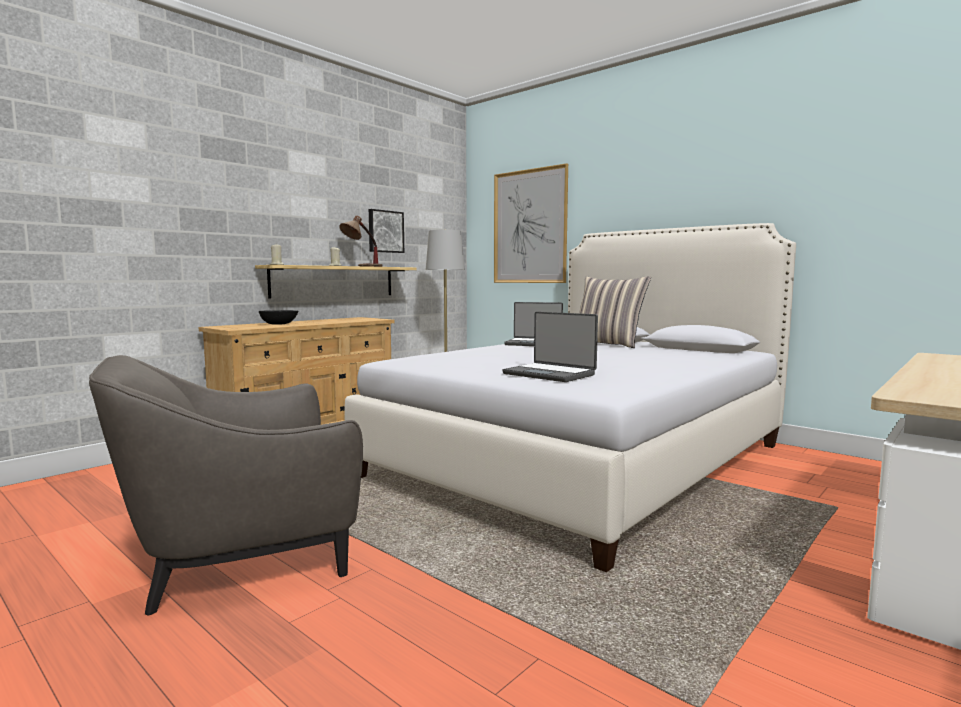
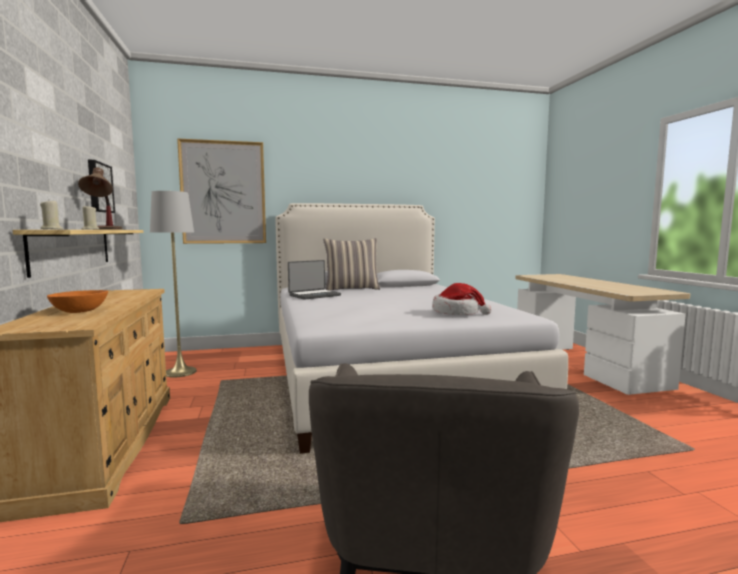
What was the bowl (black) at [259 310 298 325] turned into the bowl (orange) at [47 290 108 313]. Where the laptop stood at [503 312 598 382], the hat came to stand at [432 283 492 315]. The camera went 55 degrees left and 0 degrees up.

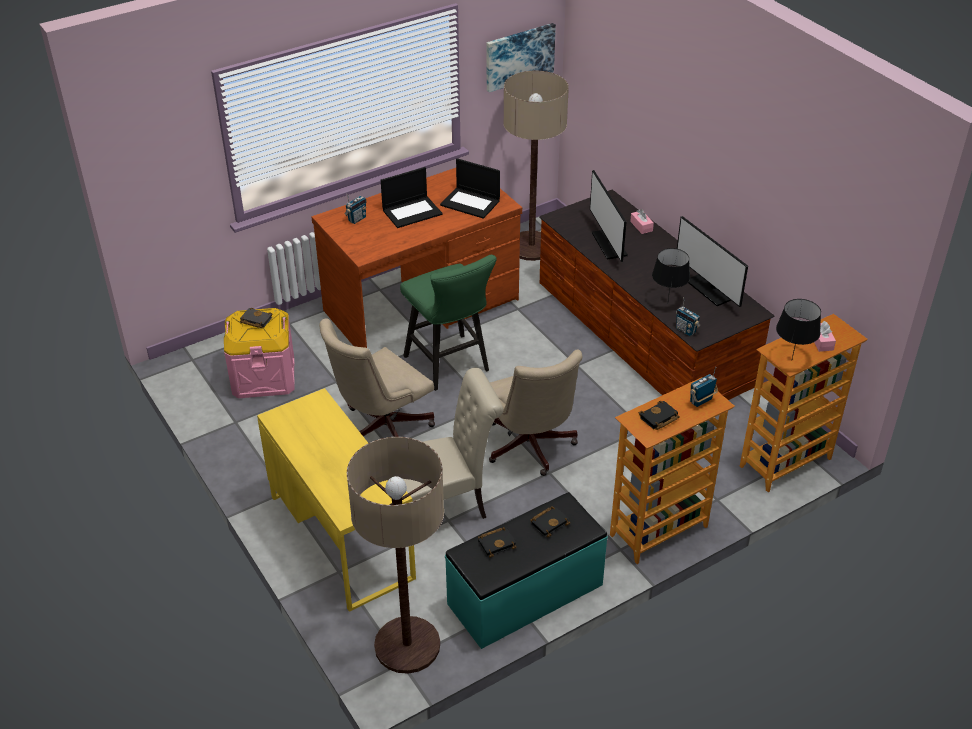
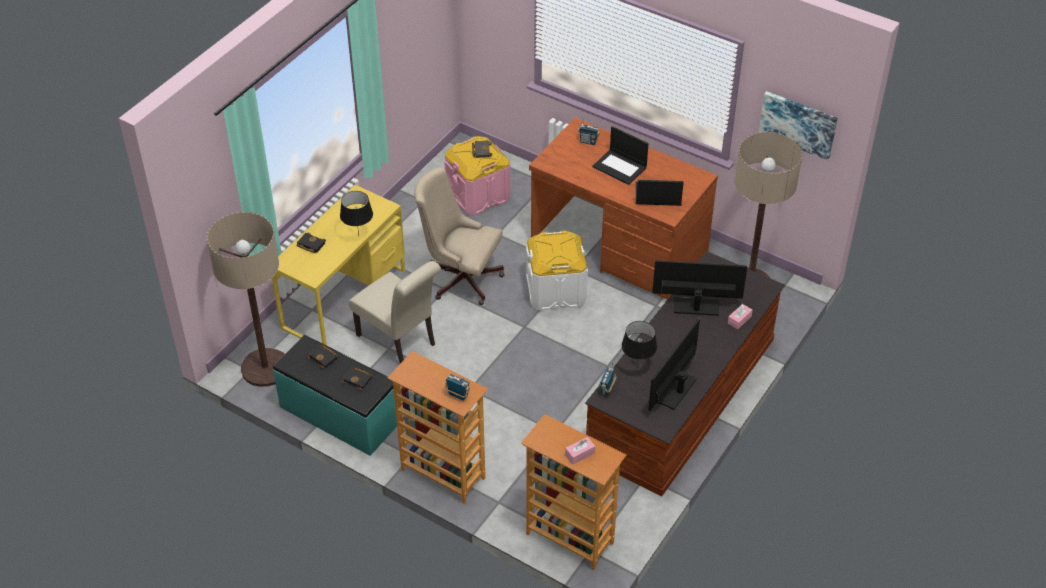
The laptop at [440 158 500 219] ended up facing another way, 90 degrees clockwise from before. The monitor at [590 170 628 262] ended up facing another way, 45 degrees clockwise from before. Where the stool (green) stood at [400 255 497 391], the storage box (white) came to stand at [526 230 588 310]. The table lamp (black) ended up elsewhere, having gone from [776 299 821 359] to [340 191 373 235]. The second view lost the office chair (beige) at [489 350 582 476]. The book (black) ended up elsewhere, having gone from [639 401 680 430] to [296 233 326 253]. The camera went 65 degrees right and 5 degrees up.

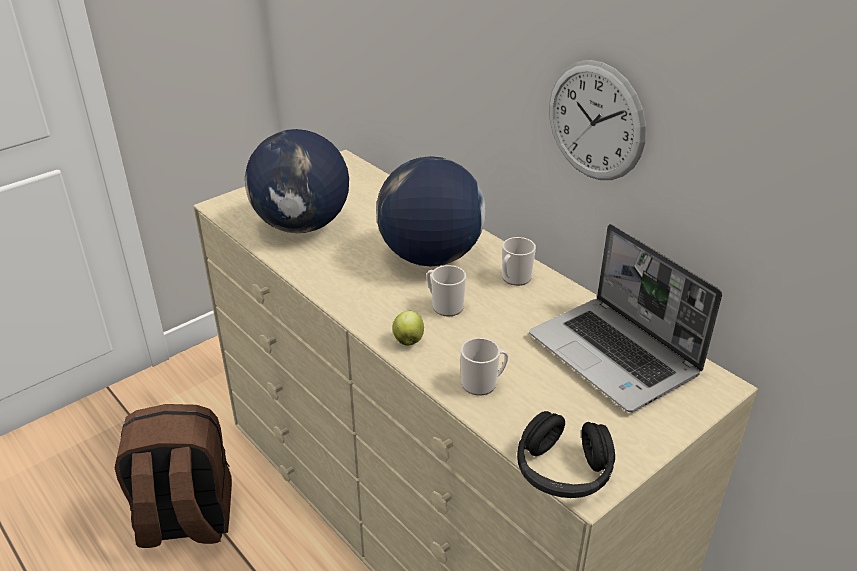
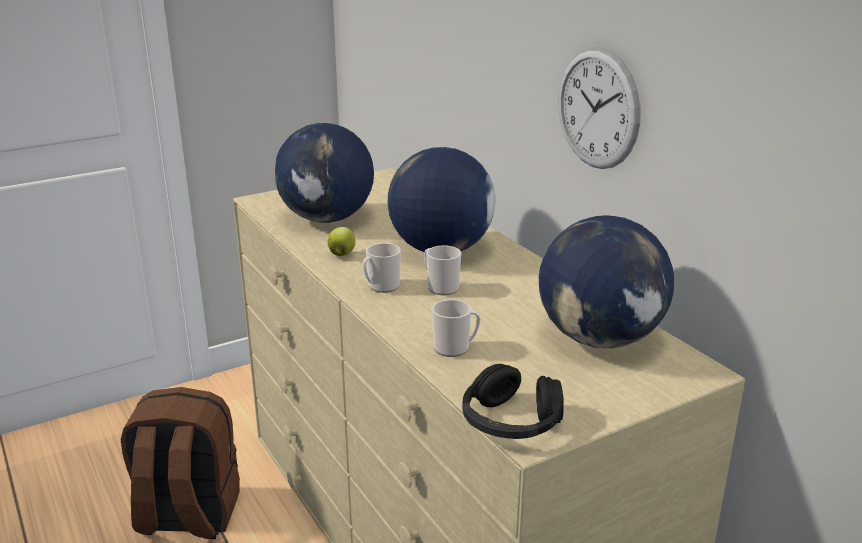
Where the laptop stood at [529 224 722 412], the globe came to stand at [539 215 674 348]. The mug ended up elsewhere, having gone from [502 237 536 286] to [363 243 401 293]. The apple ended up elsewhere, having gone from [392 311 424 346] to [328 227 356 256]. The camera went 10 degrees right and 10 degrees down.

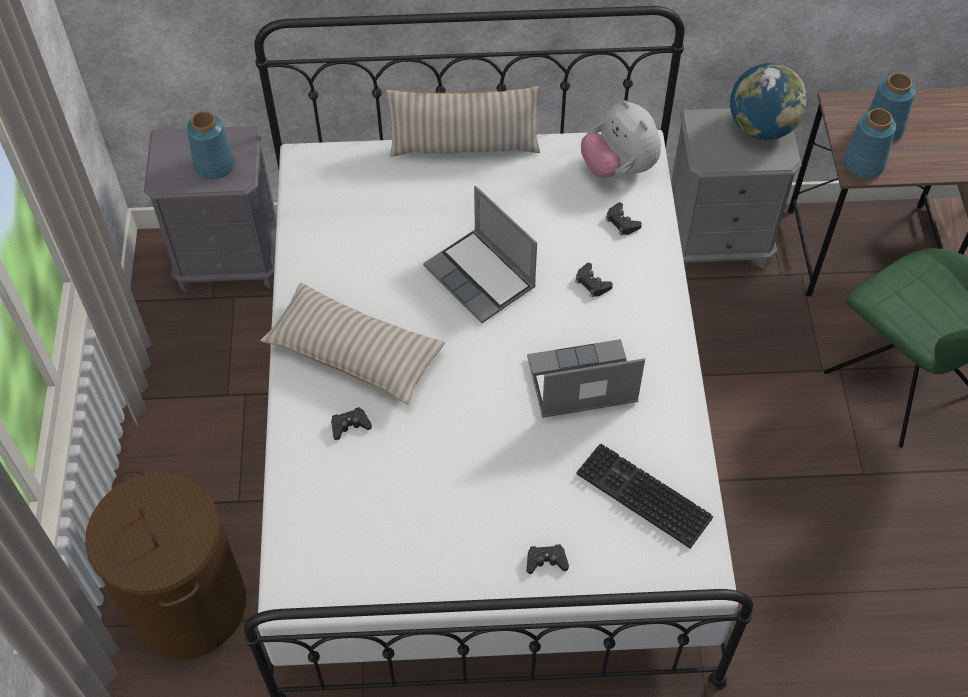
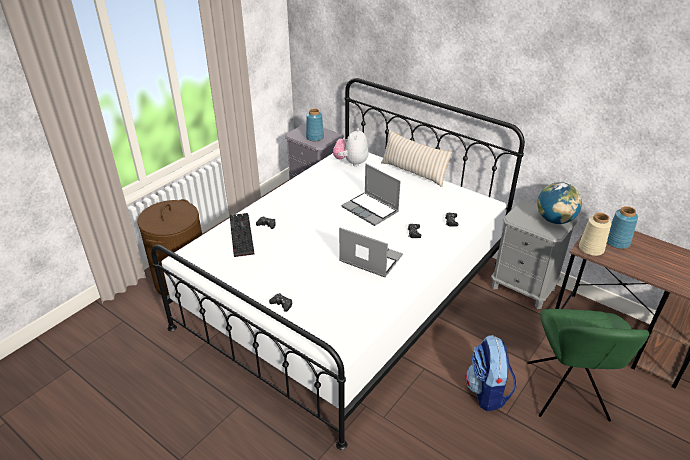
The plush toy ended up elsewhere, having gone from [581 100 661 178] to [333 128 369 167]. What was the vase (blue) at [843 108 896 178] turned into the vase (beige) at [579 213 611 256]. The laptop at [423 186 537 323] ended up facing another way, 45 degrees counterclockwise from before. The second view lost the pillow (beige) at [260 283 445 404]. The keyboard ended up elsewhere, having gone from [576 444 713 549] to [230 213 254 257]. The second view gained the backpack at [466 335 517 411]. The camera went 40 degrees right and 20 degrees down.

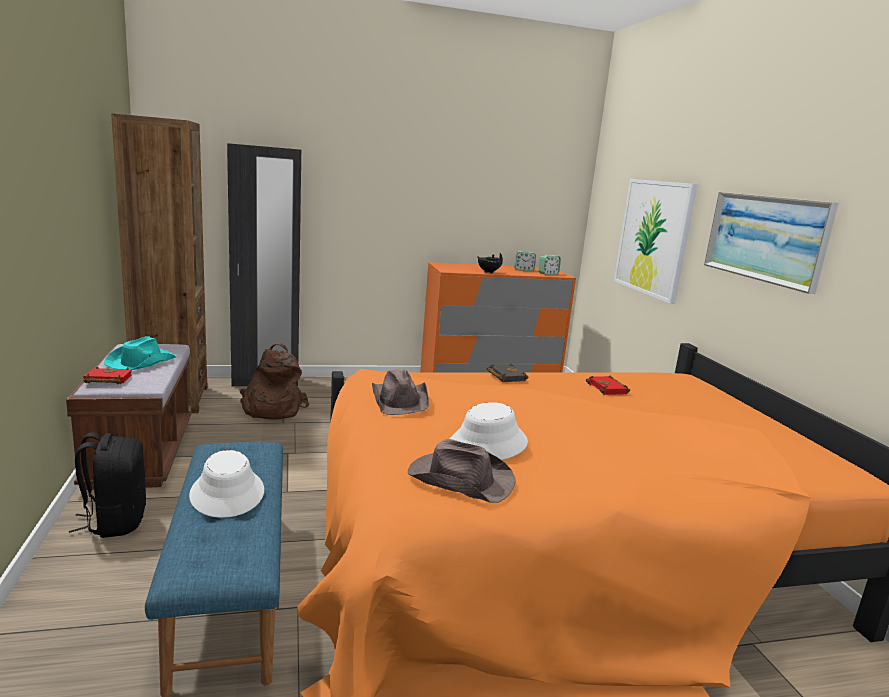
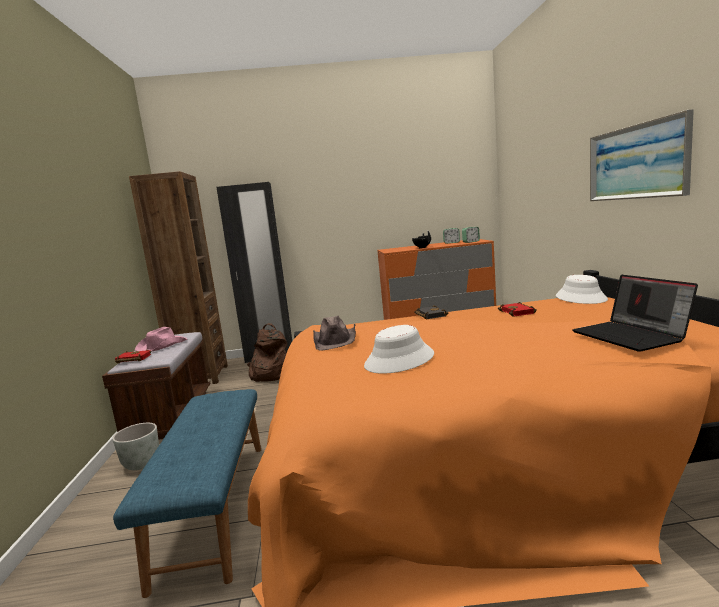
The second view lost the picture at [614 179 698 304]. What was the hat (turquoise) at [104 336 176 370] turned into the hat (pink) at [135 327 187 352]. Where the backpack (black) stood at [69 432 146 538], the planter (grey) came to stand at [112 423 159 470]. The second view lost the hat (brown) at [408 439 516 503]. The hat (white) ended up elsewhere, having gone from [189 450 264 518] to [556 275 608 304]. The second view gained the laptop at [573 275 698 352]. The camera went 10 degrees right and 5 degrees down.

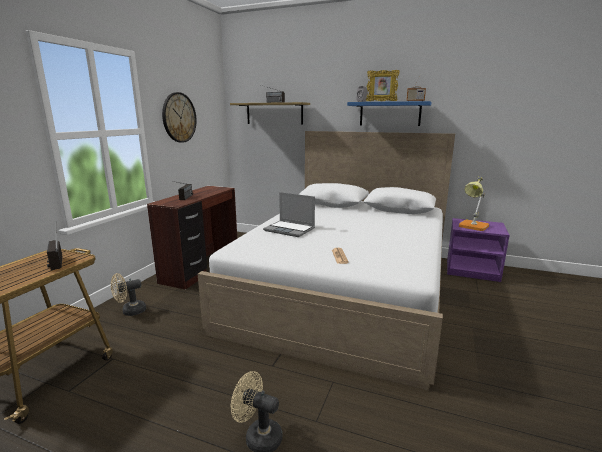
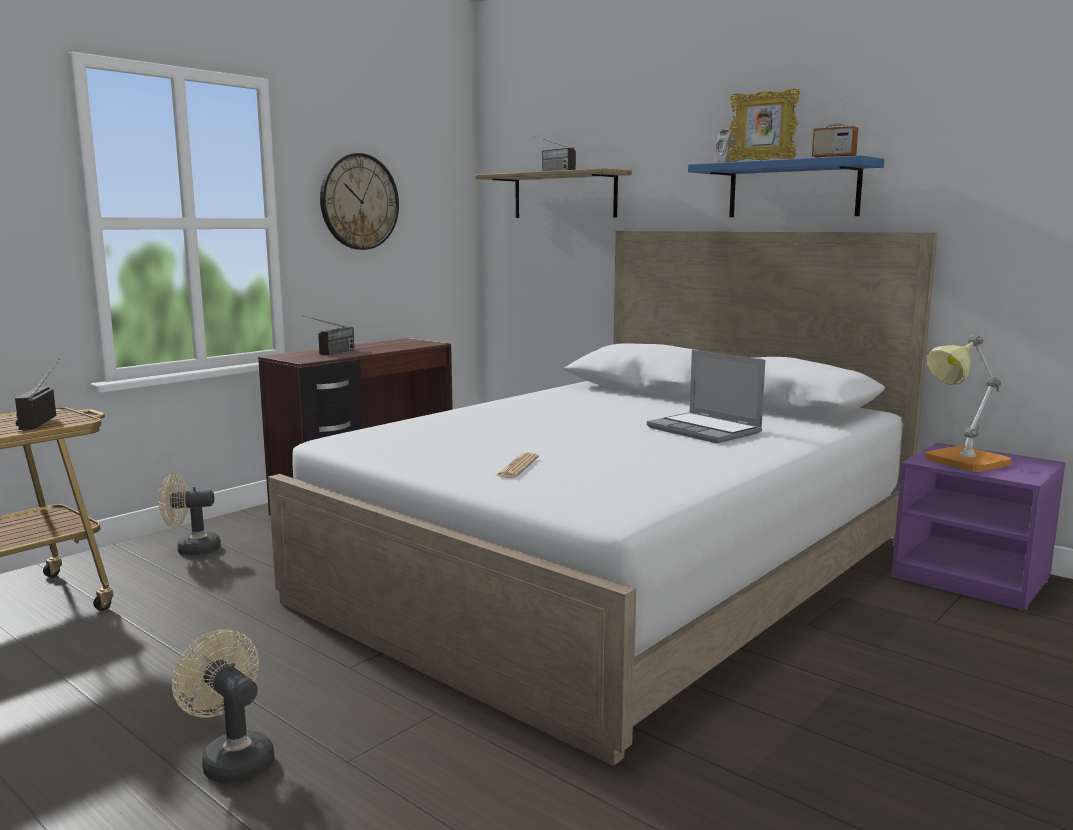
The laptop ended up elsewhere, having gone from [263 192 315 237] to [647 350 765 444]. The camera went 20 degrees right and 5 degrees down.

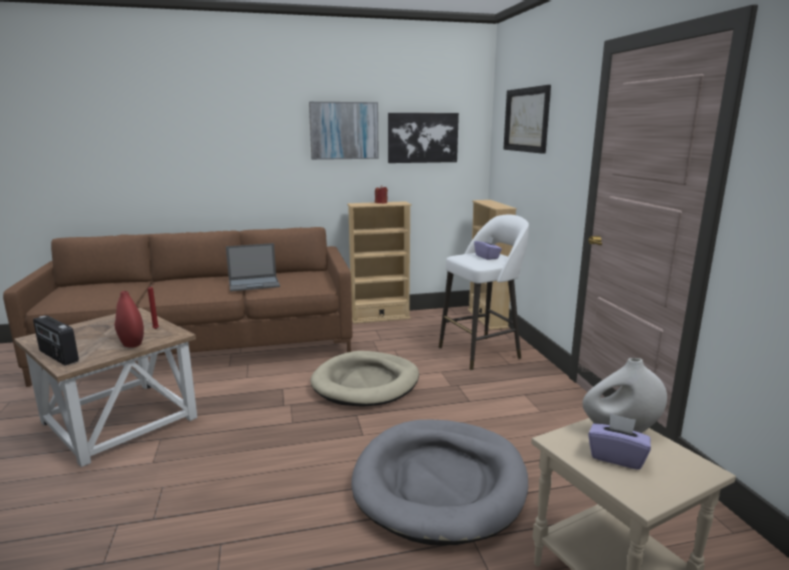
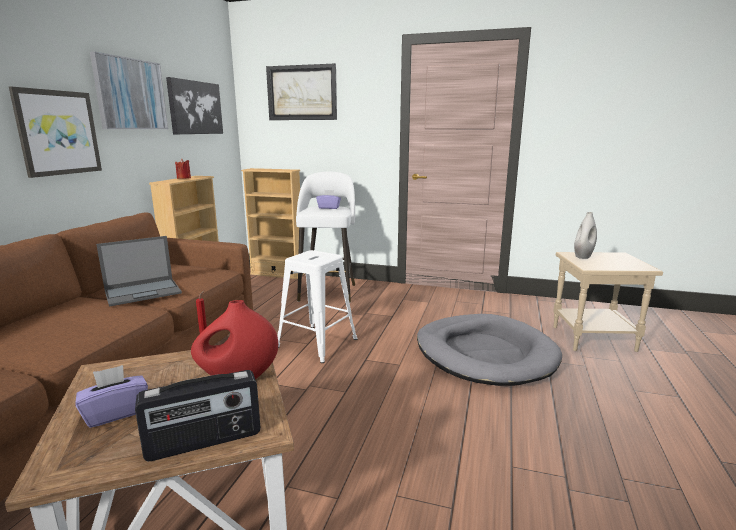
The laptop at [226 243 280 292] ended up facing another way, 45 degrees clockwise from before. Where the dog bed (beige) stood at [310 351 419 406], the stool (white) came to stand at [277 250 358 363]. The tissue box (purple) ended up elsewhere, having gone from [588 413 651 470] to [75 365 148 428]. The second view gained the picture at [9 87 102 178]. The camera went 60 degrees left and 0 degrees up.

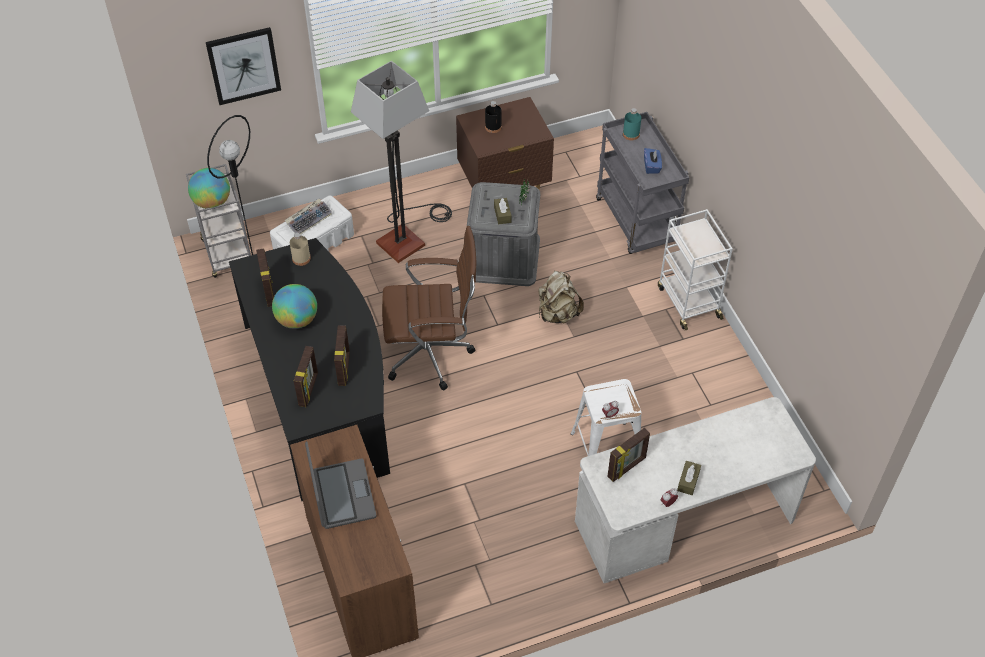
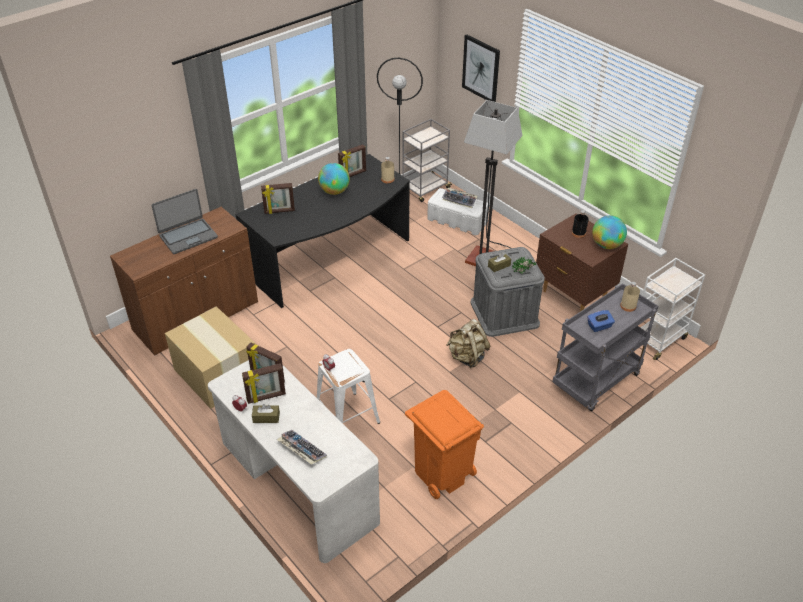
What was the bottle (turquoise) at [623 108 641 140] turned into the bottle (beige) at [620 282 640 312]. The globe ended up elsewhere, having gone from [188 168 230 209] to [592 215 627 249]. The cart (white) ended up elsewhere, having gone from [658 209 733 330] to [641 258 705 360]. The second view lost the office chair (brown) at [382 226 476 390]. The picture frame ended up elsewhere, having gone from [334 325 350 386] to [242 363 286 404]. The second view gained the cardboard box at [165 306 255 409]. The second view gained the trash can (orange) at [405 390 484 499]. The second view gained the keyboard at [276 430 327 465]. The camera went 70 degrees right and 10 degrees down.

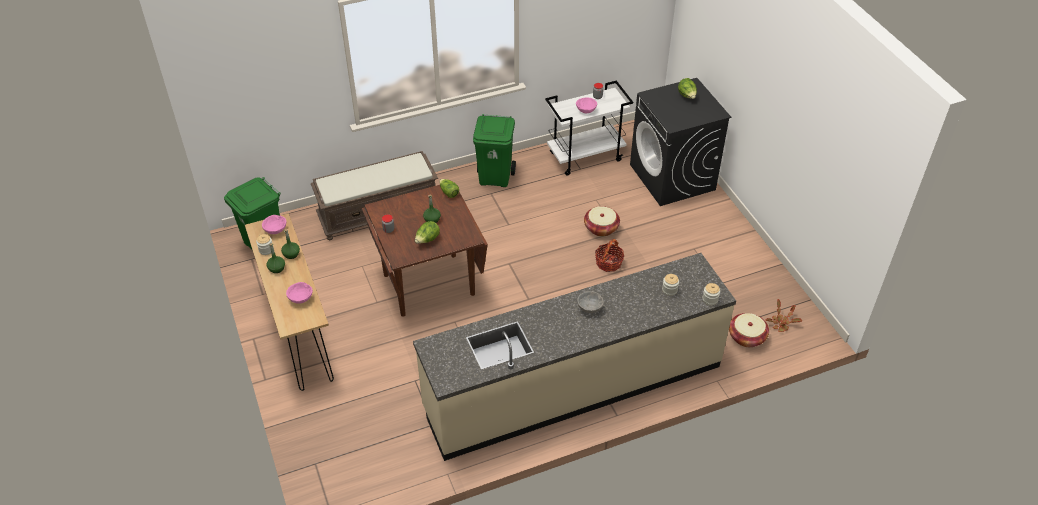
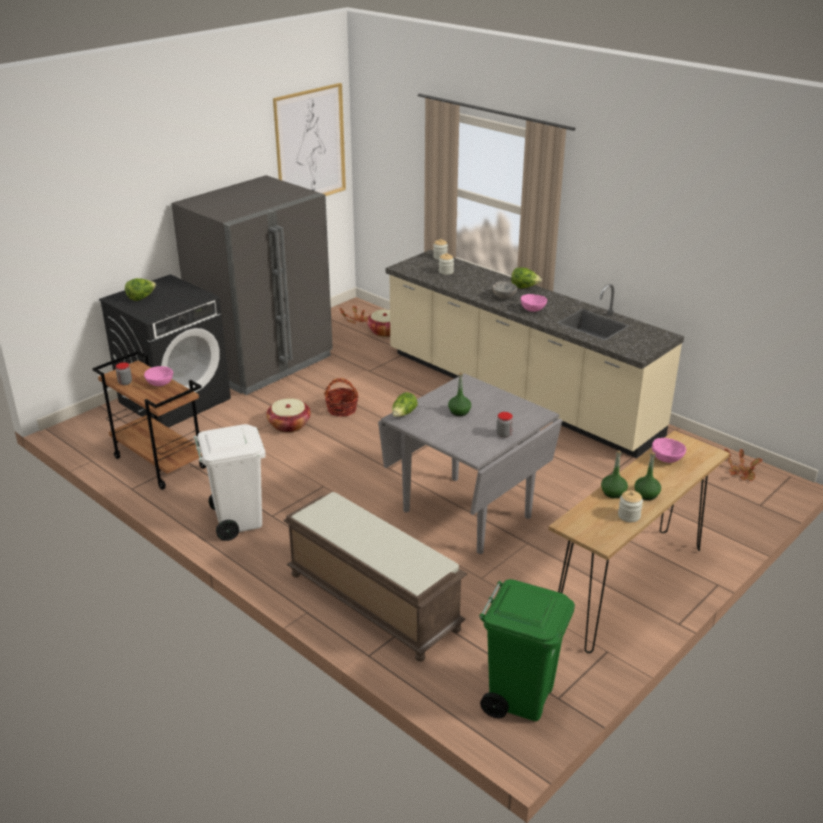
What was the cart (white) at [545 80 633 176] turned into the cart (brown) at [92 351 206 490]. What was the trash can (green) at [473 114 516 187] turned into the trash can (white) at [194 424 266 541]. What was the dining table (brown) at [362 185 488 317] turned into the dining table (grey) at [378 373 562 554]. The bowl (pink) ended up elsewhere, having gone from [262 215 286 234] to [521 294 547 312]. The lettuce ended up elsewhere, having gone from [415 221 440 244] to [511 268 542 288]. The second view gained the picture at [273 83 346 196]. The second view gained the fridge (grey) at [171 175 333 395]. The second view gained the potted plant at [724 449 762 481]. The camera went 115 degrees left and 15 degrees down.

